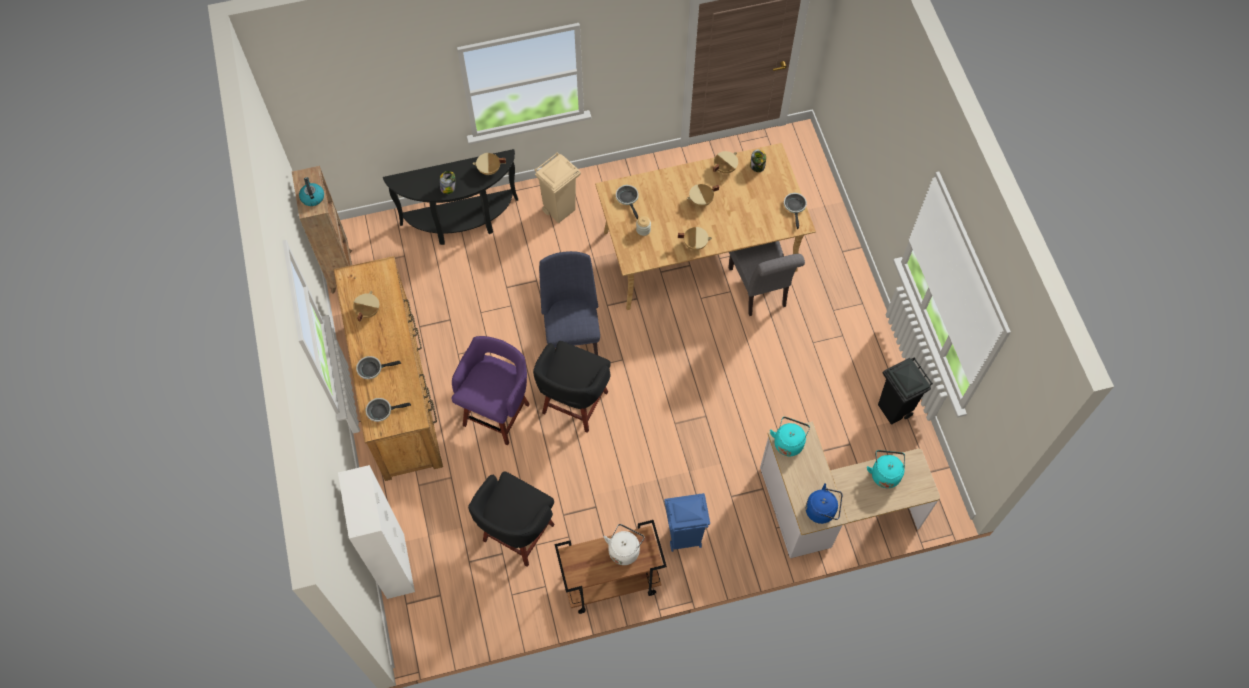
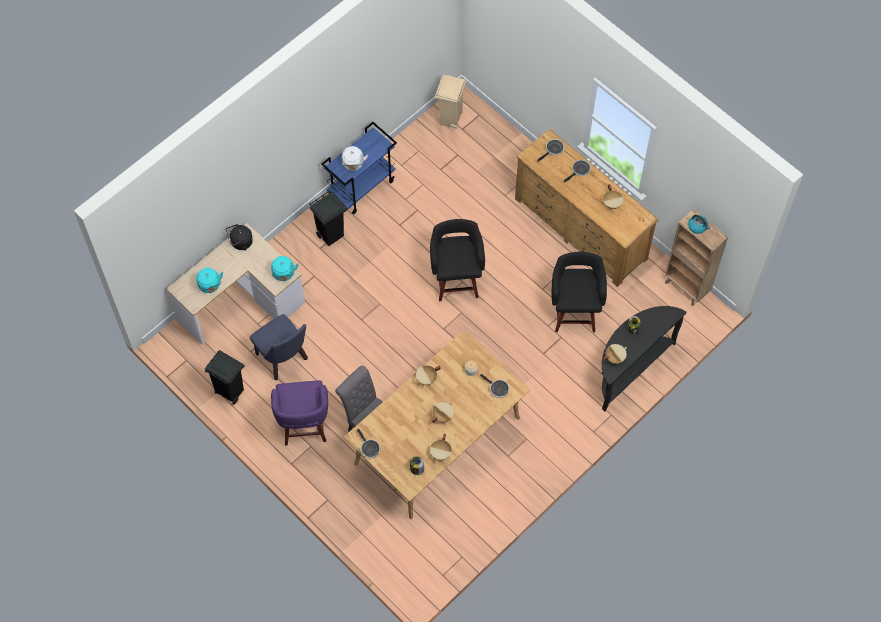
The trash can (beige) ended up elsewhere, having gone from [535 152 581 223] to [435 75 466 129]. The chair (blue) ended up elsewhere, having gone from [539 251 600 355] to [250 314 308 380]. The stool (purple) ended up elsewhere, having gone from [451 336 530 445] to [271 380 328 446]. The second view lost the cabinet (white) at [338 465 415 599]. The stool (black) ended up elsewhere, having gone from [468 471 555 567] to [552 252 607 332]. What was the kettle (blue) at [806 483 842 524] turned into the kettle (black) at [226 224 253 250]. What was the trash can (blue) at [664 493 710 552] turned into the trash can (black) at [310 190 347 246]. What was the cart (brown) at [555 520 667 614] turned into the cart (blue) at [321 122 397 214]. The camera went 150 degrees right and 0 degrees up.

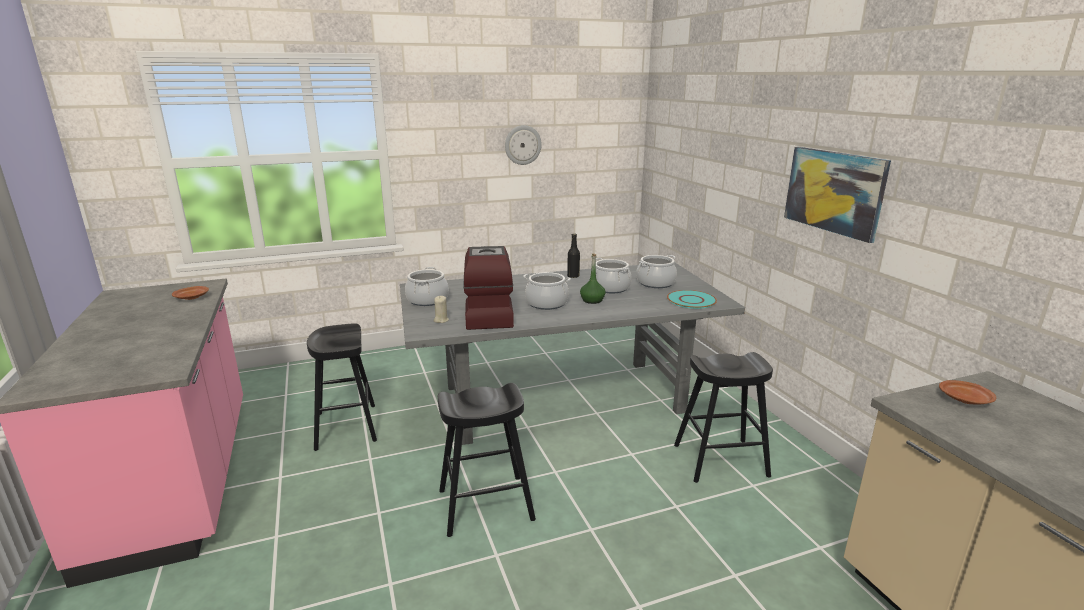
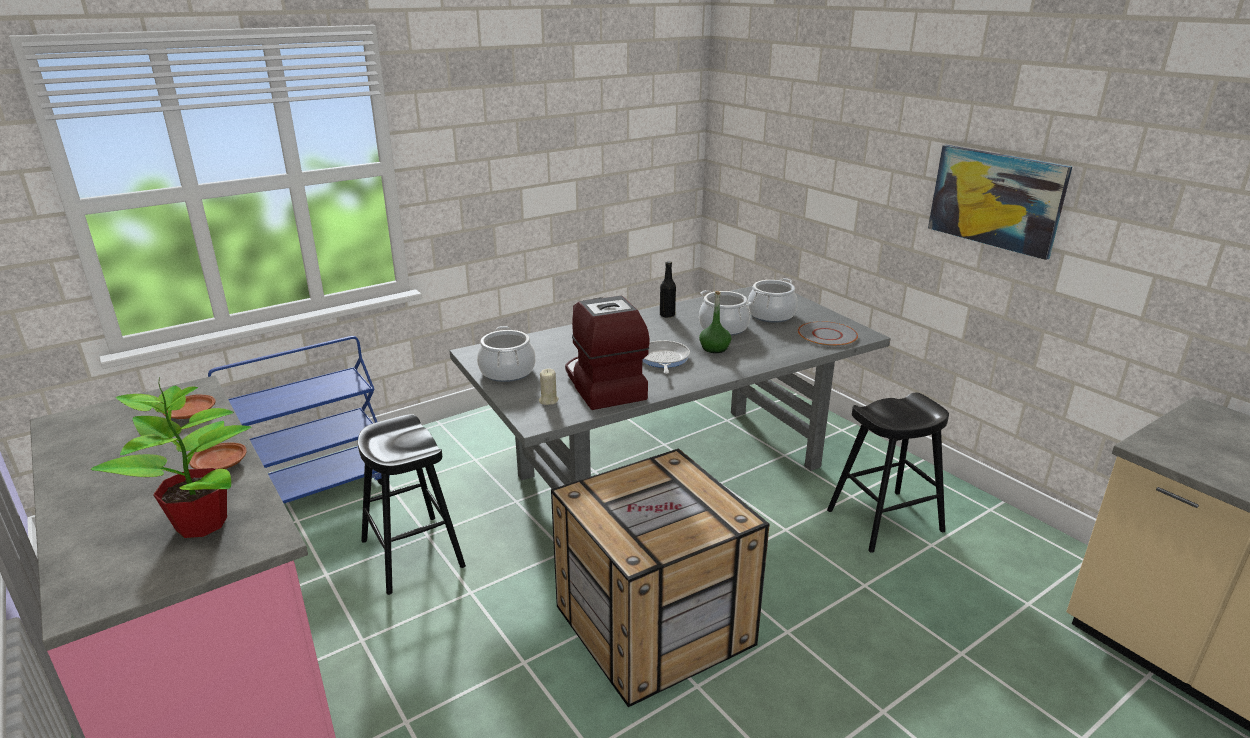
The second view lost the wall clock at [505 125 542 165]. Where the cooking pot stood at [523 272 571 310], the frying pan came to stand at [642 340 690 374]. What was the plate (turquoise) at [667 290 717 309] turned into the plate (grey) at [798 321 858 347]. The plate (brown) ended up elsewhere, having gone from [939 380 996 405] to [189 443 247 469]. Where the stool (black) stood at [438 383 536 537], the crate came to stand at [551 448 770 707]. The second view gained the cart (blue) at [208 336 390 503]. The second view gained the potted plant at [91 377 251 538]. The camera went 15 degrees left and 5 degrees up.

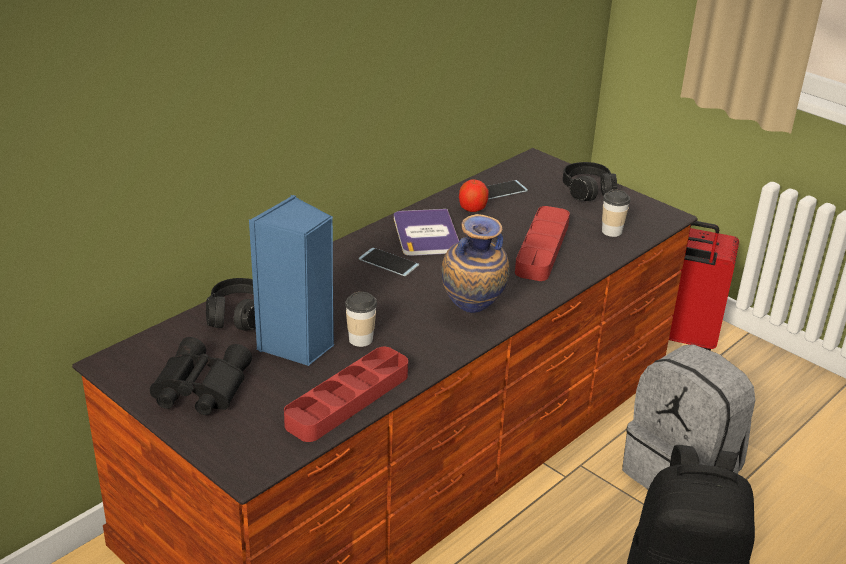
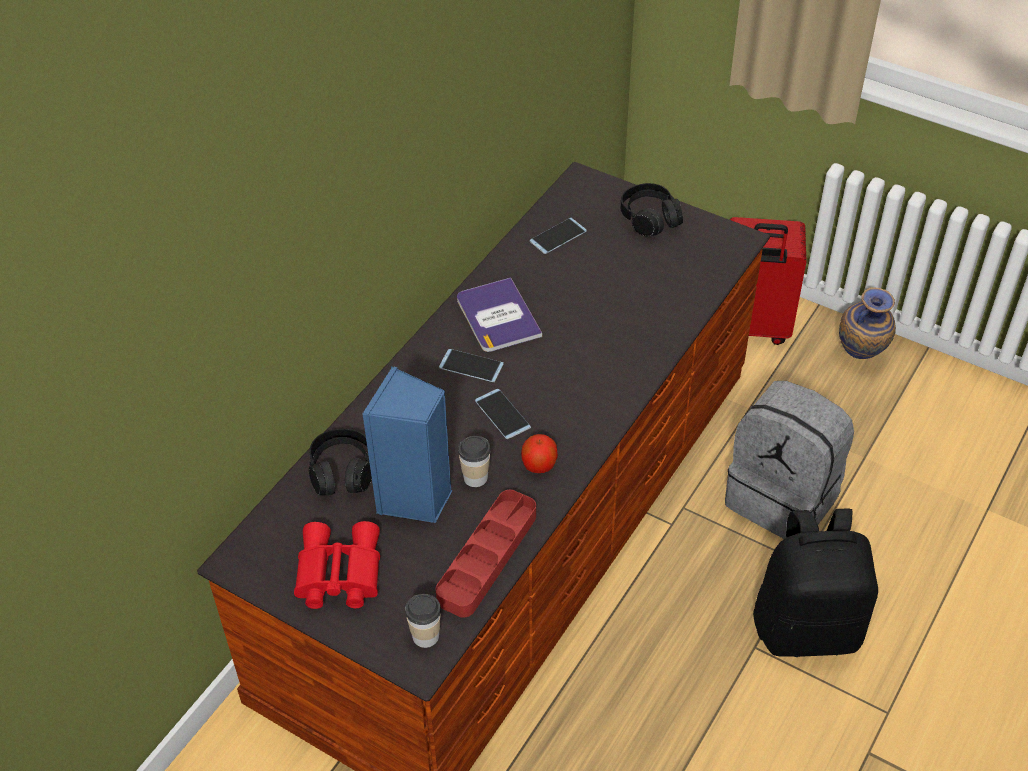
The apple ended up elsewhere, having gone from [459 179 488 212] to [521 434 558 473]. The cup ended up elsewhere, having gone from [602 190 630 237] to [405 594 441 648]. The second view lost the tray (red) at [515 206 570 281]. The vase ended up elsewhere, having gone from [442 214 510 313] to [839 287 896 359]. What was the binoculars (black) at [150 337 252 415] turned into the binoculars (red) at [294 521 380 609]. The second view gained the phone at [475 389 531 439]. The camera went 10 degrees left and 15 degrees up.

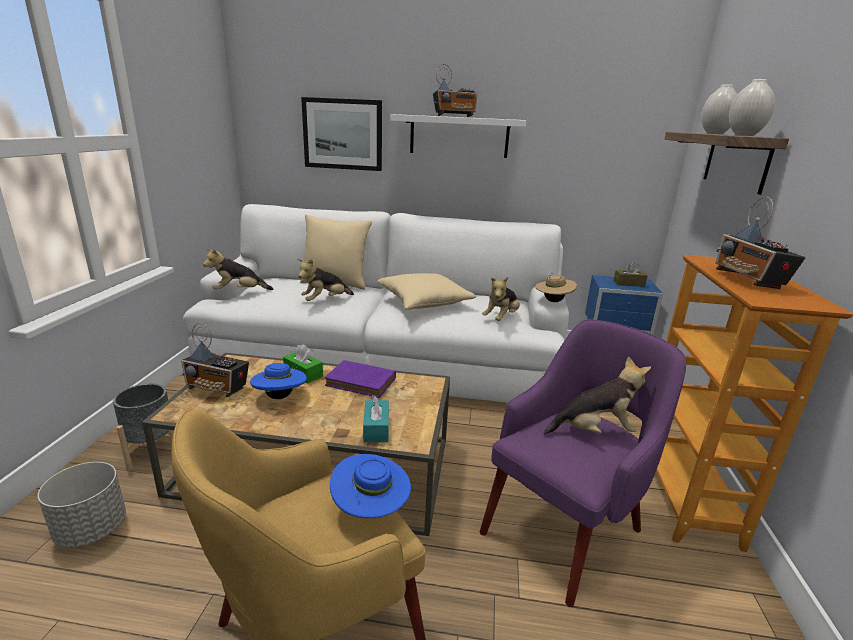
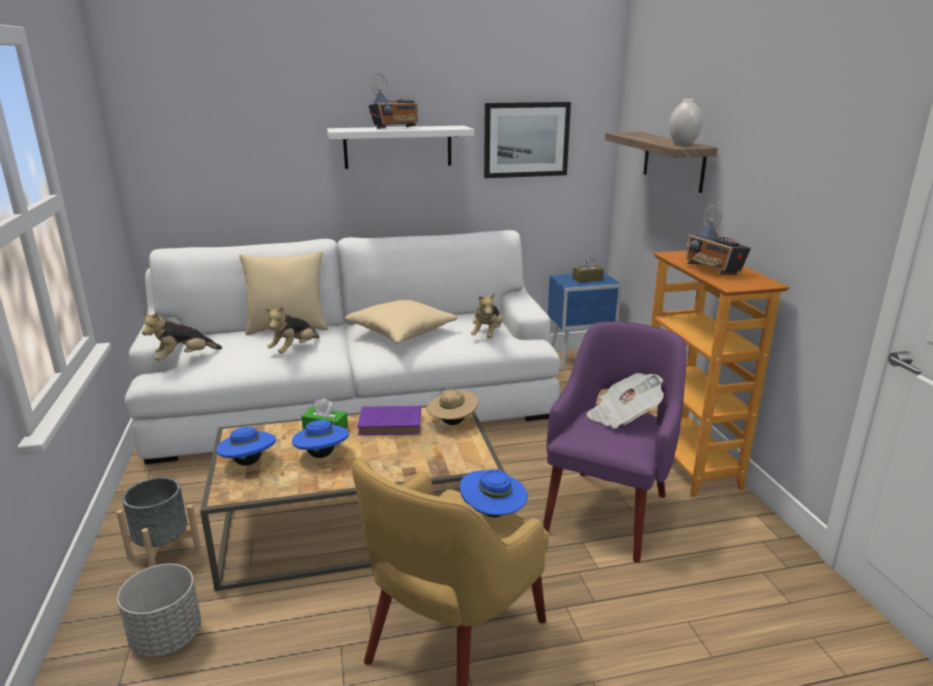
The second view lost the vase (white) at [701 84 738 134]. The picture ended up elsewhere, having gone from [301 97 382 171] to [484 102 571 178]. The hat (beige) ended up elsewhere, having gone from [535 273 577 302] to [427 386 478 425]. Where the radio stood at [181 323 249 397], the hat (blue) came to stand at [216 423 276 466]. Where the plush toy stood at [544 356 651 435], the newspaper came to stand at [587 373 664 429]. The second view lost the tissue box (turquoise) at [363 395 389 442]. The camera went 20 degrees left and 0 degrees up.

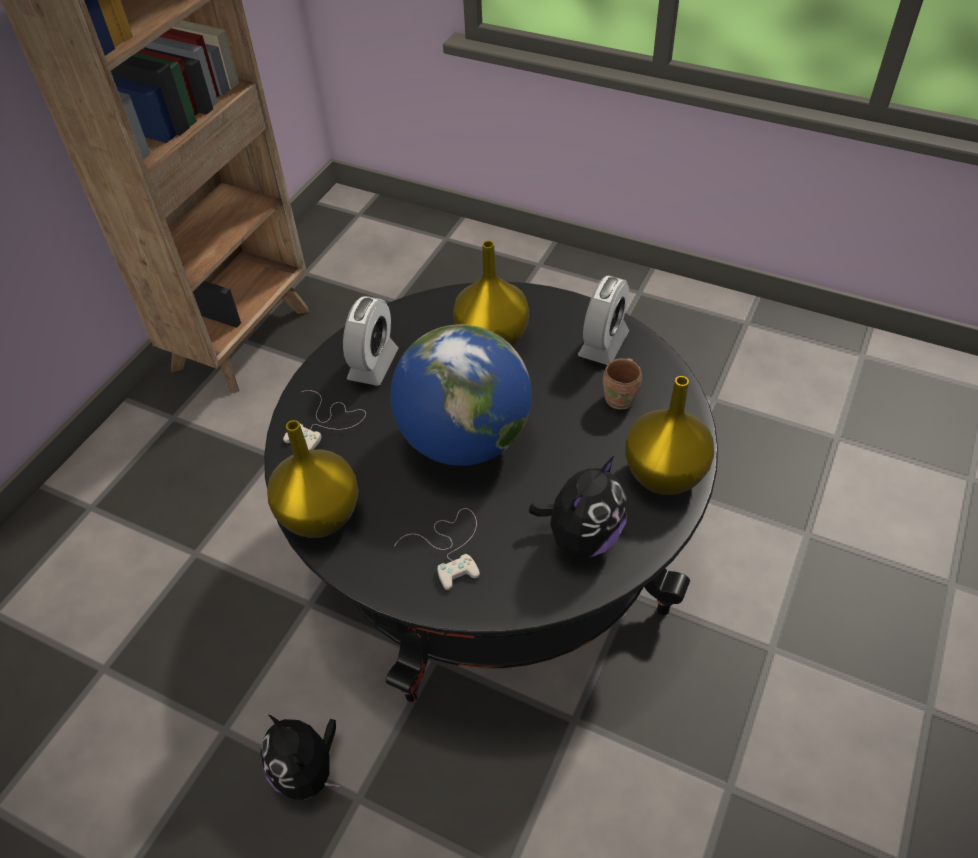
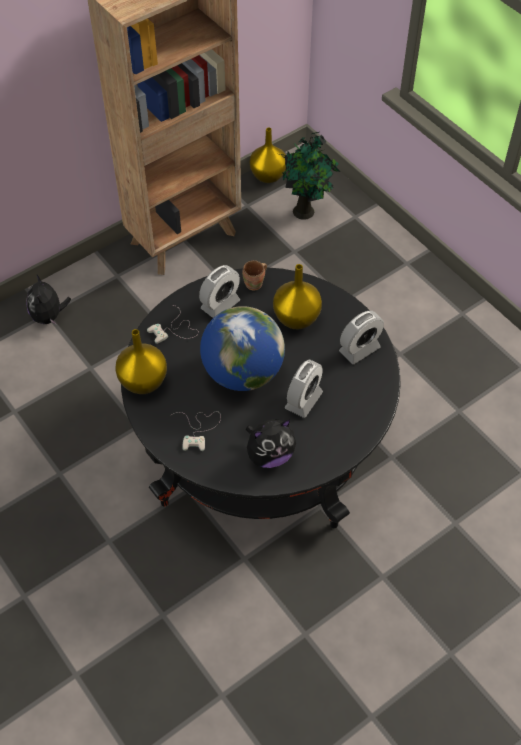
The mug (brown) ended up elsewhere, having gone from [603 358 642 409] to [242 260 267 291]. The vase (yellow) ended up elsewhere, having gone from [625 376 714 495] to [250 128 286 183]. The plush toy ended up elsewhere, having gone from [260 715 340 800] to [26 275 71 325]. The second view gained the potted plant at [280 132 341 220]. The second view gained the alarm clock at [285 360 323 418]. The camera went 25 degrees right and 5 degrees up.

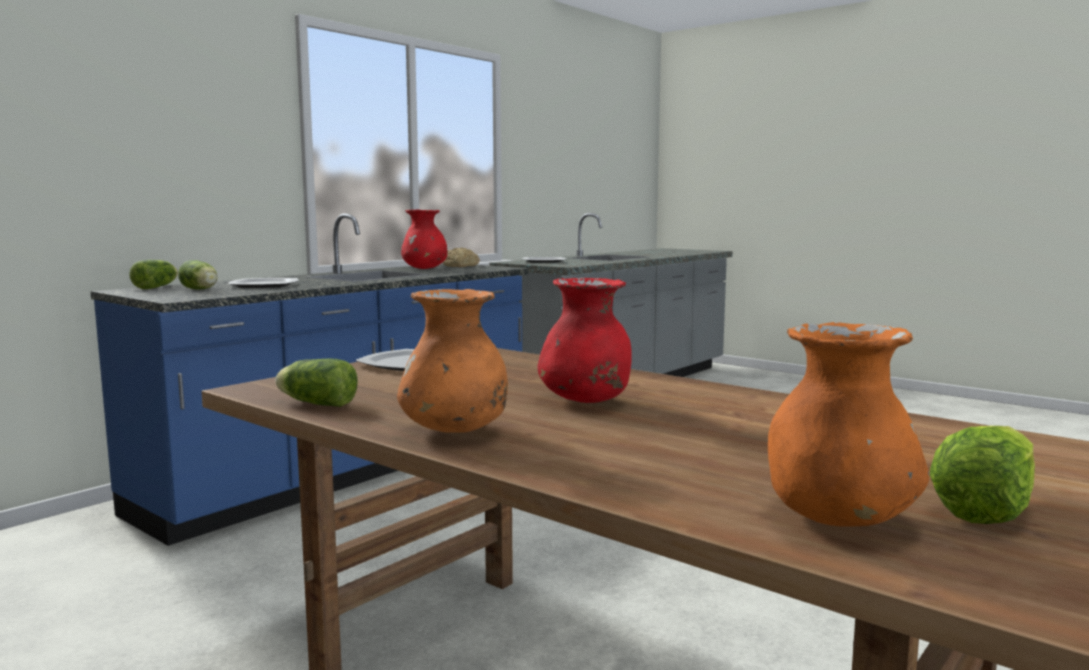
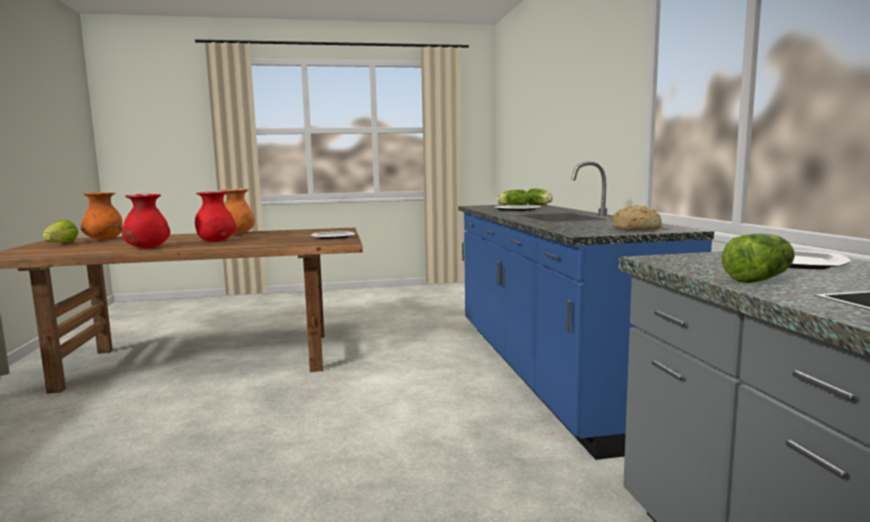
The vase (red) ended up elsewhere, having gone from [401 210 448 269] to [122 194 170 248]. The lettuce ended up elsewhere, having gone from [275 359 358 407] to [722 233 795 283]. The camera went 130 degrees right and 0 degrees up.

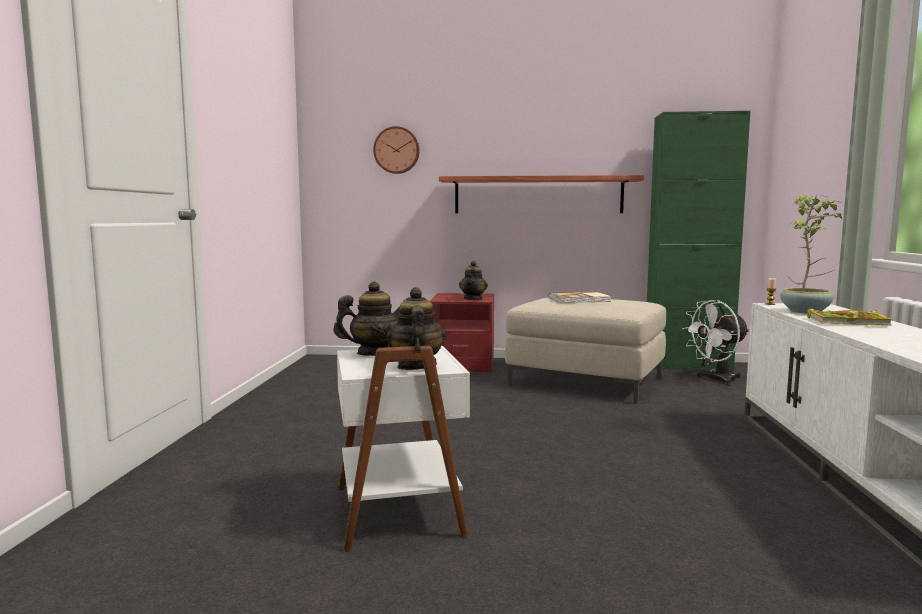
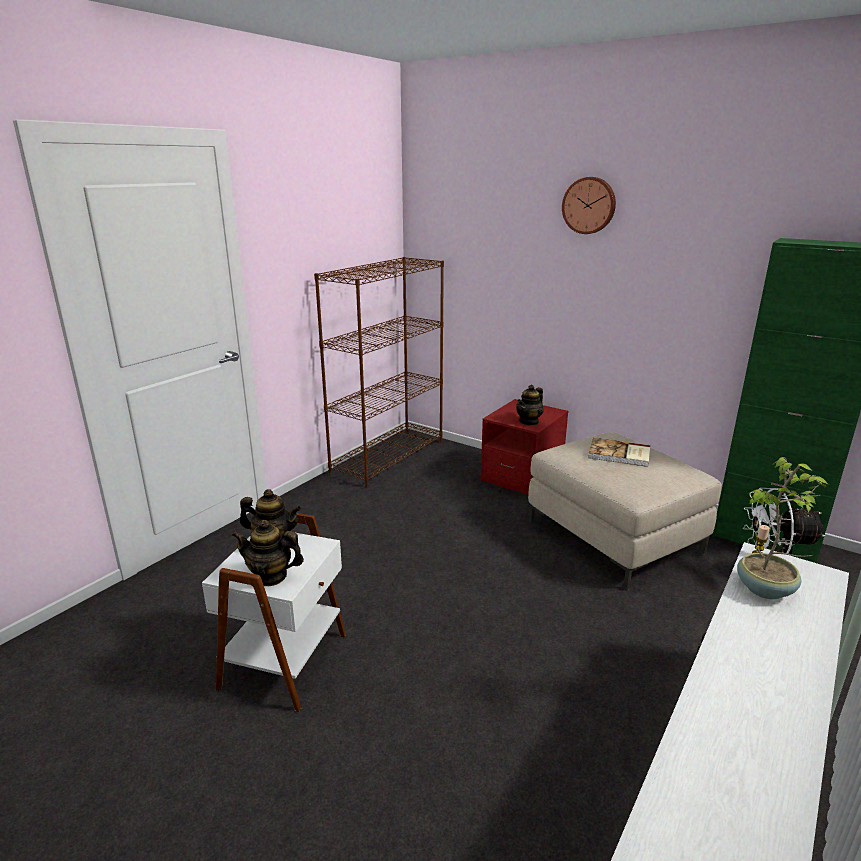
The wall clock ended up elsewhere, having gone from [373 126 420 174] to [562 177 616 234]. The second view lost the shelf at [439 175 644 213]. The teapot at [386 287 447 370] ended up facing another way, 105 degrees counterclockwise from before. The second view lost the book at [807 309 893 326]. The second view gained the bookcase (brown) at [314 257 444 487]. The camera went 30 degrees right and 15 degrees up.

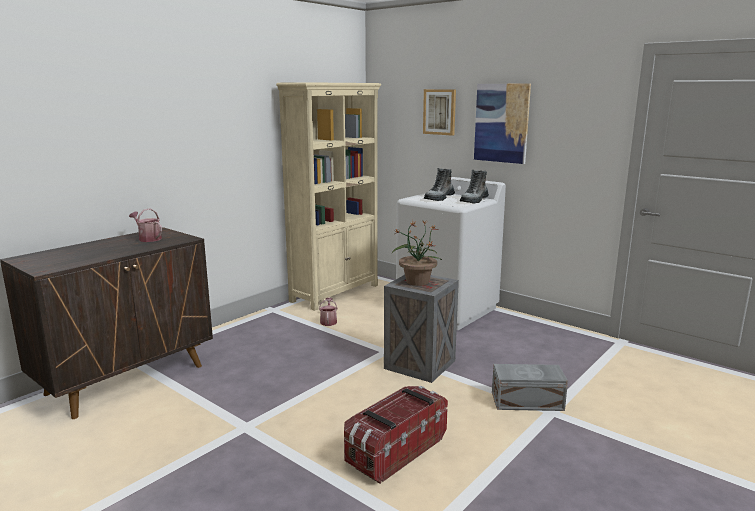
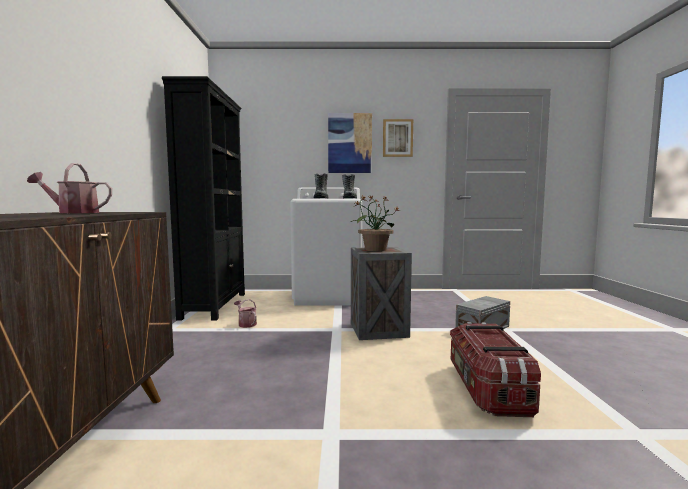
What was the bookcase (beige) at [276 82 381 311] turned into the bookcase (black) at [162 76 245 320]. The picture ended up elsewhere, having gone from [423 89 456 136] to [383 119 413 157]. The camera went 40 degrees left and 10 degrees down.

